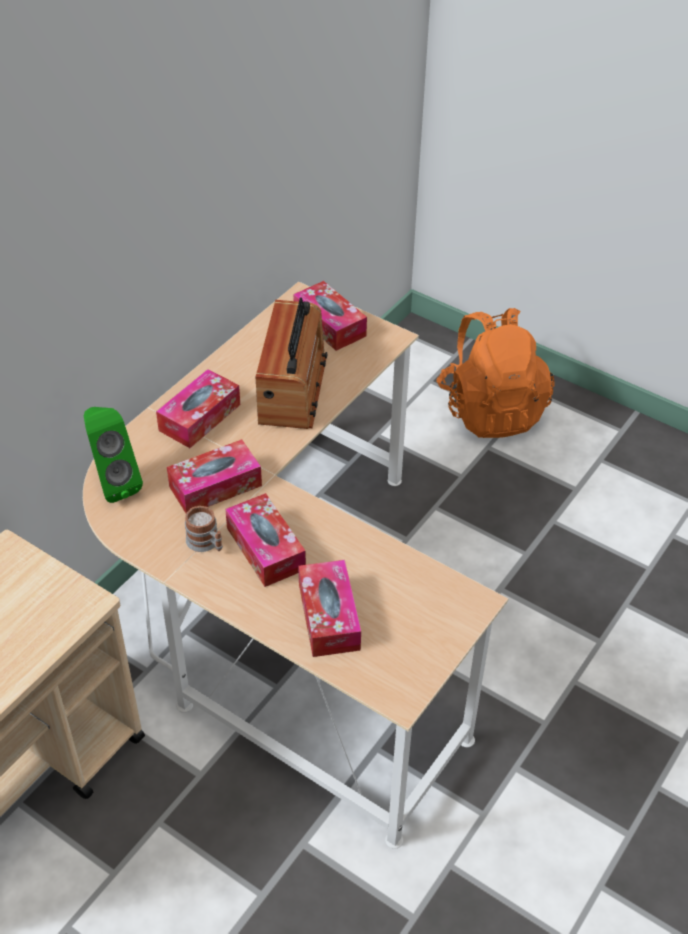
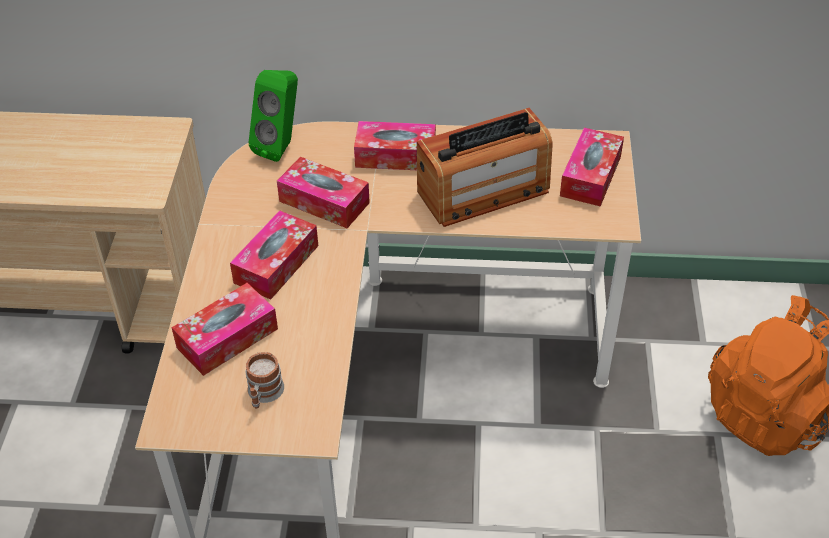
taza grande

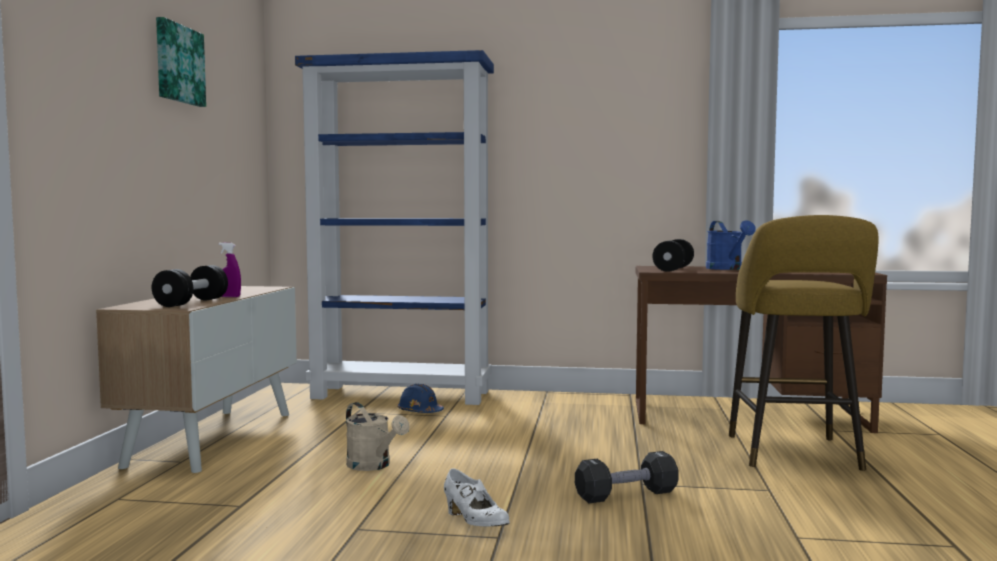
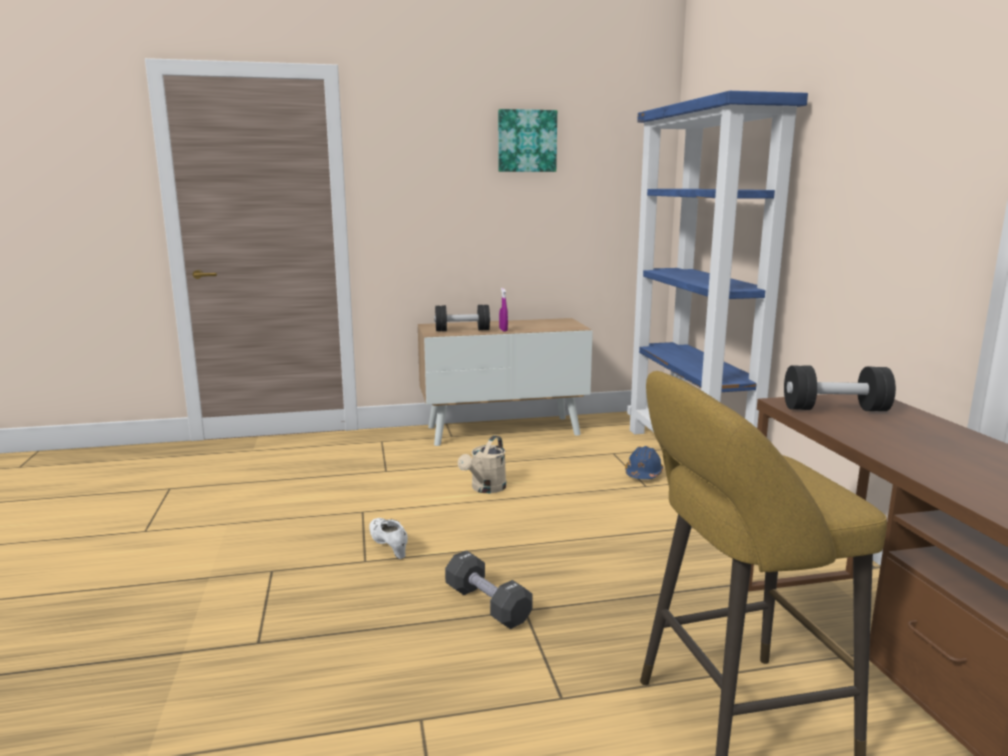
zapato/blanco; regadera/azul

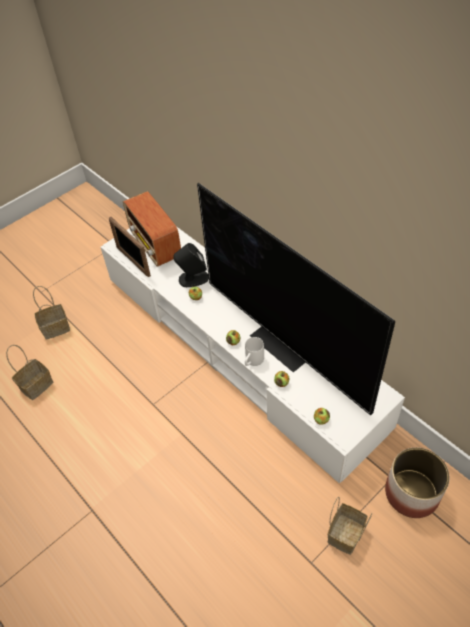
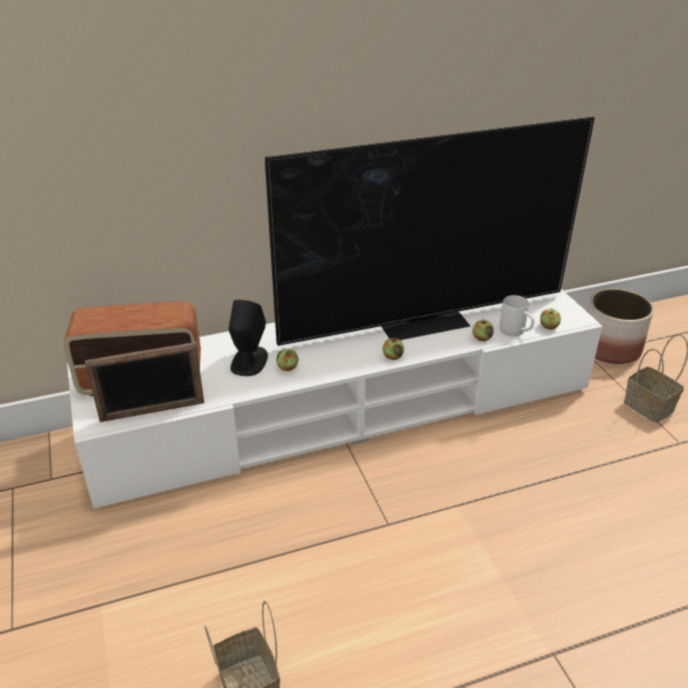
taza grande/blanco; cesta (2nd from left in the first image)

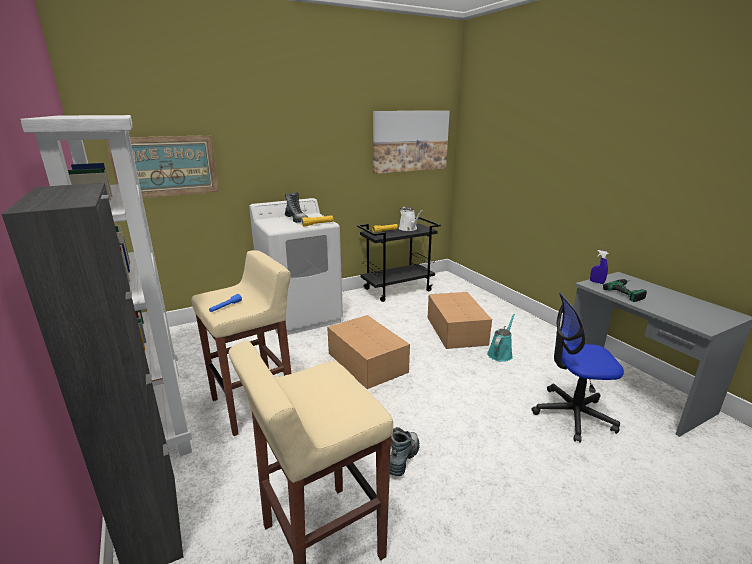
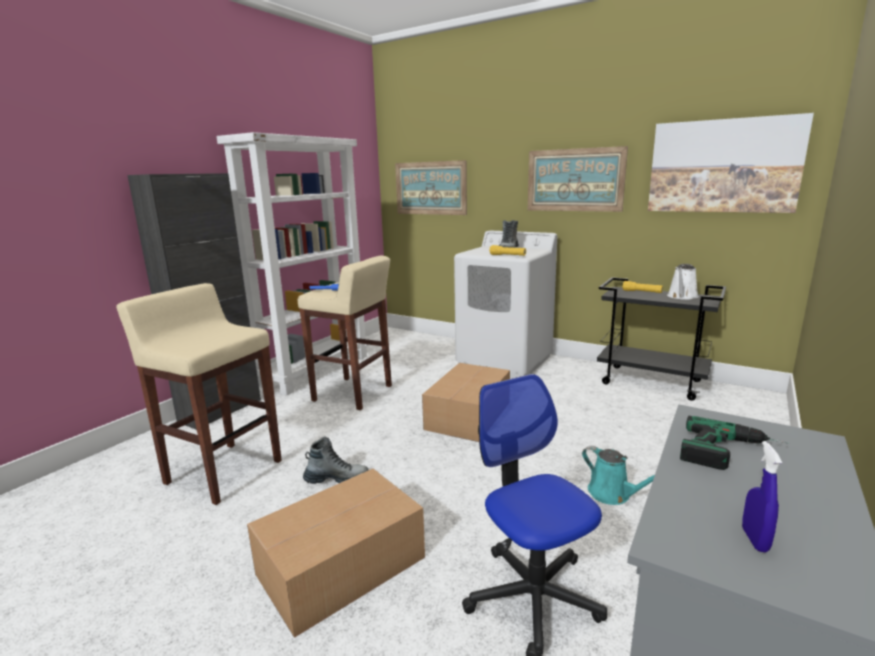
caja de cartón (1st from left); cuadro (2nd from left); regadera/turquesa; pulverizador/azul

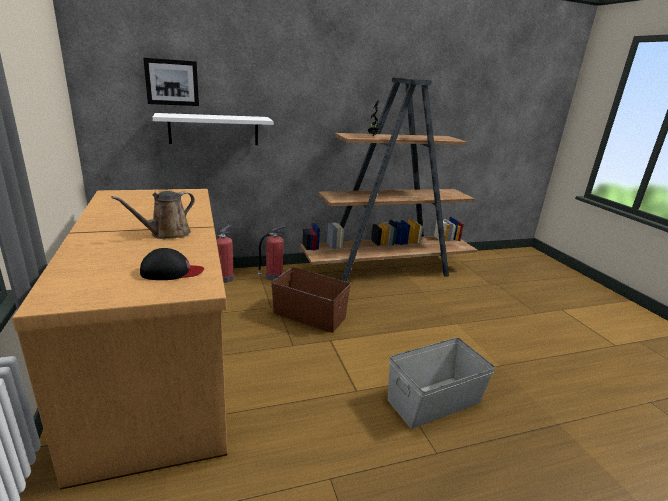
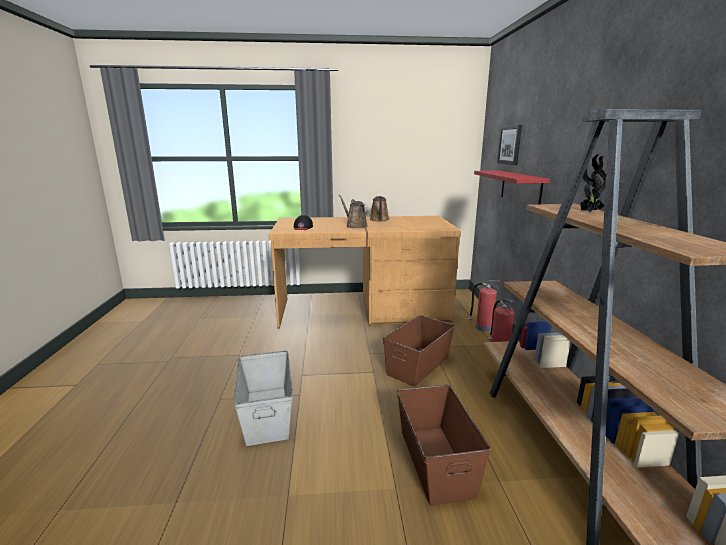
regadera/marrón (2nd from left); caja de almacenaje/marrón (2nd from left); estante/rojo

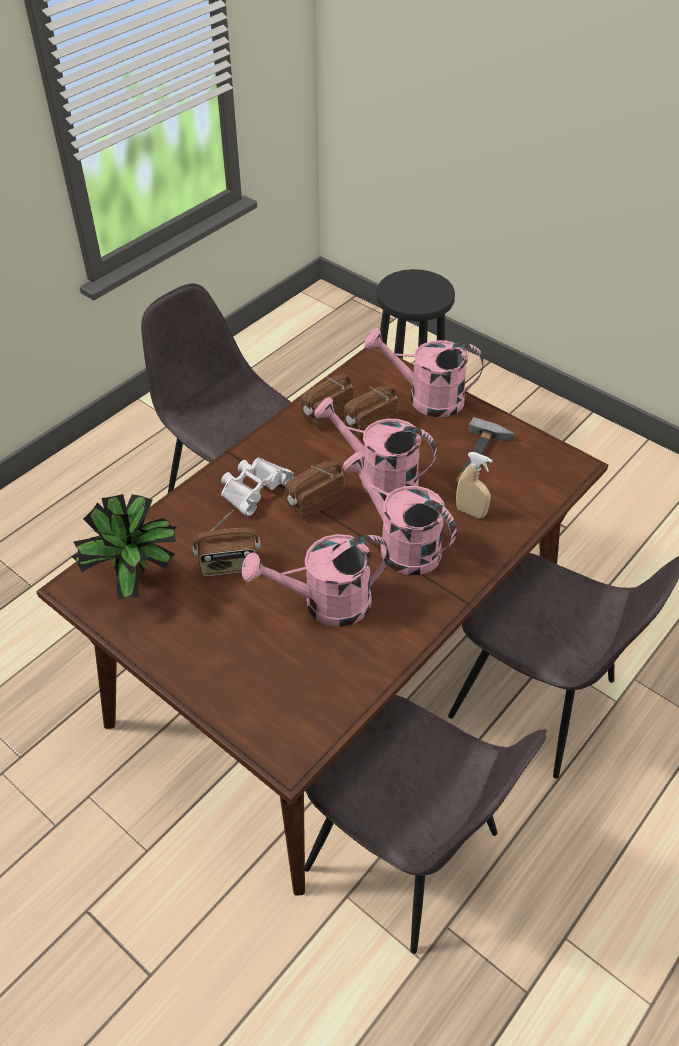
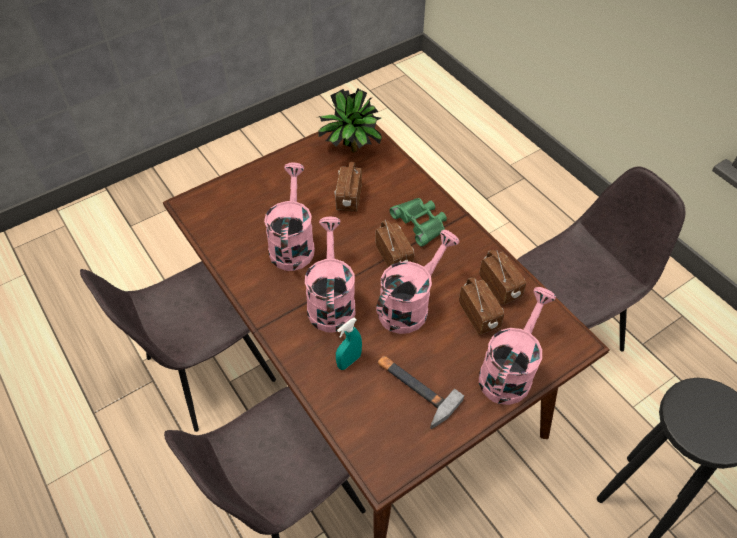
regadera/rosa (2nd from left); pulverizador/turquesa; prismáticos/verde

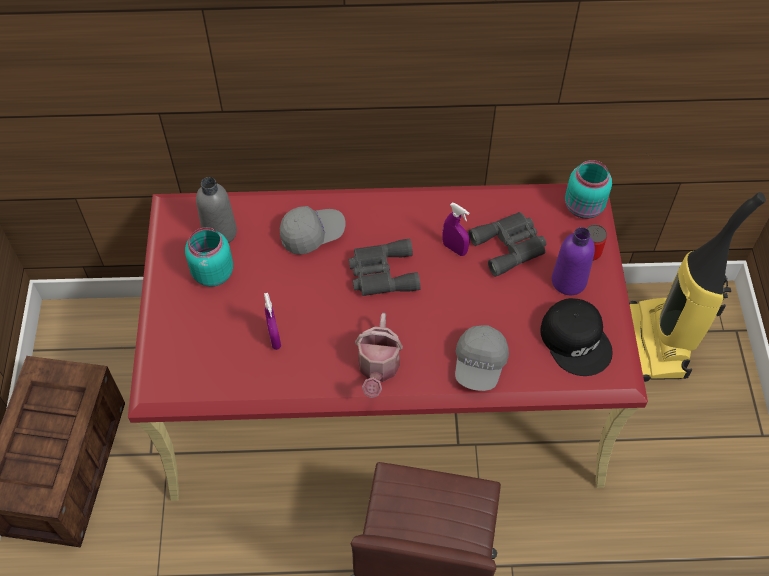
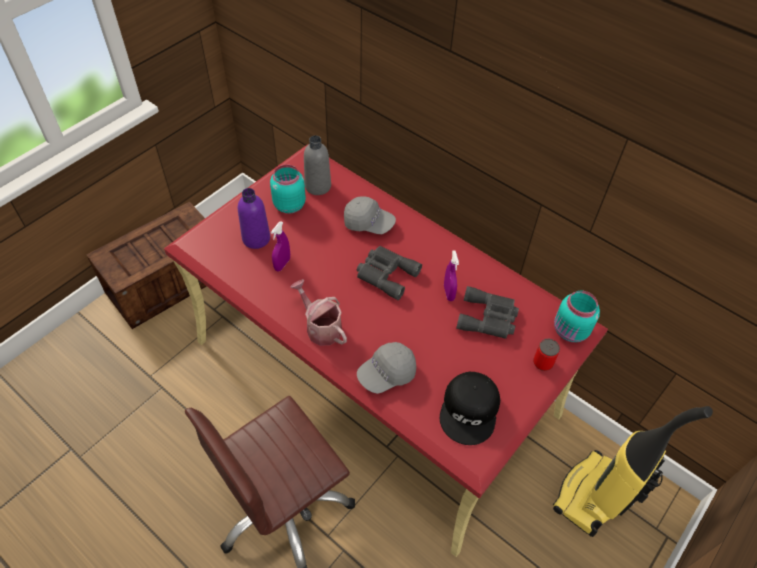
botella/morado; regadera

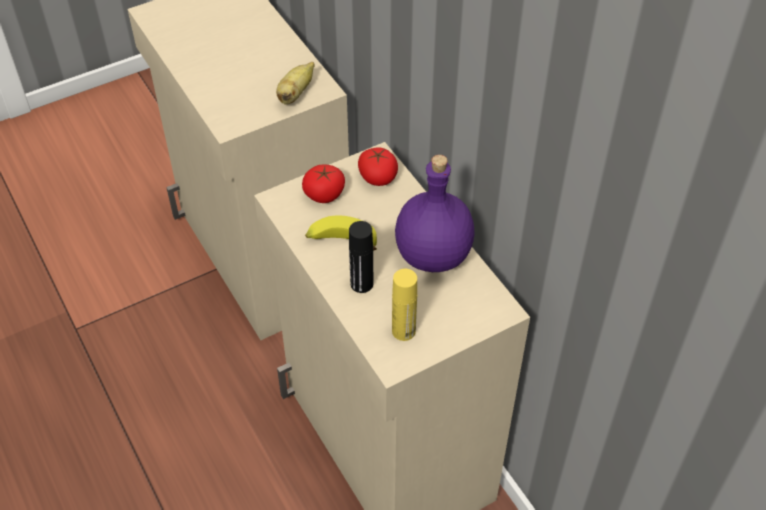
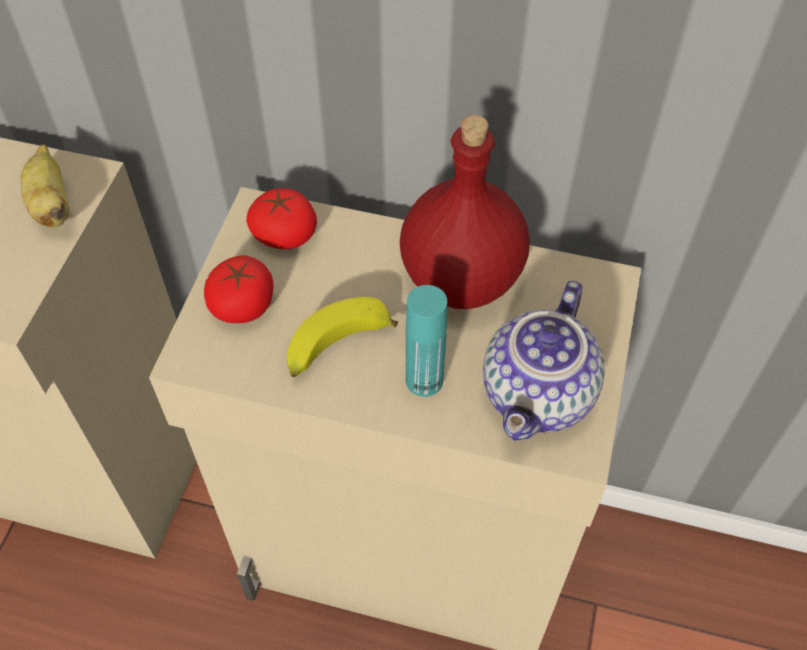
botella/rojo; botella/turquesa; tetera

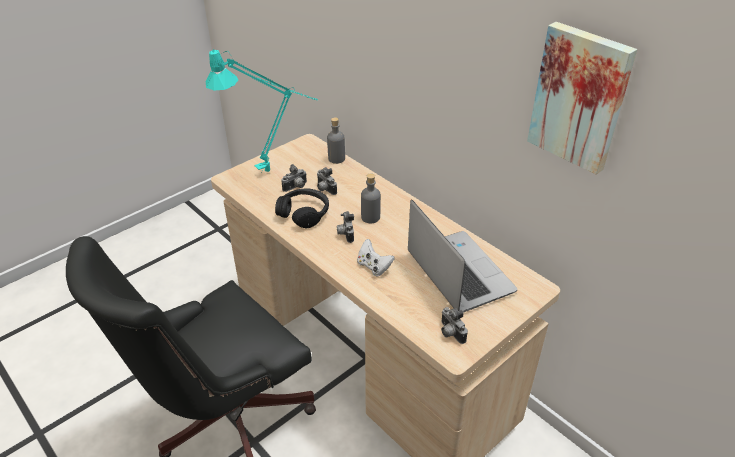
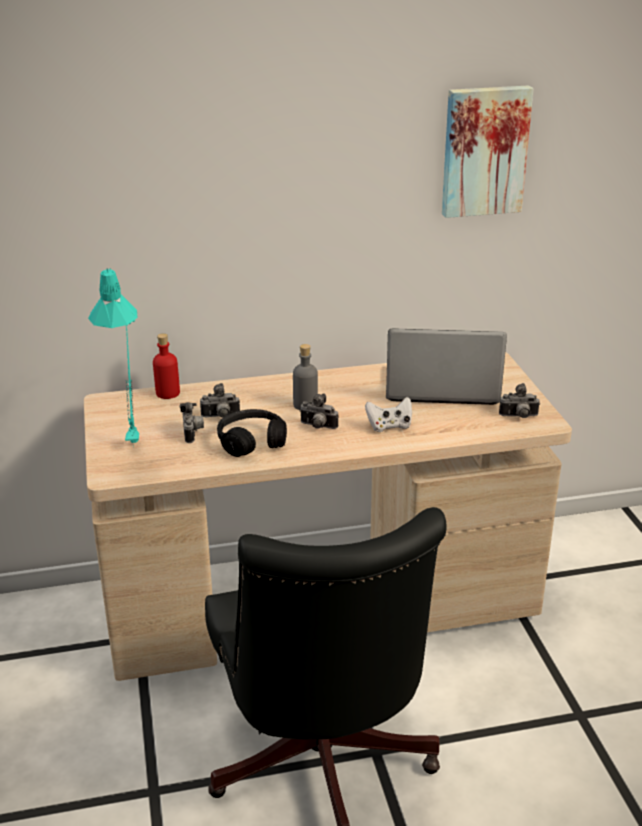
botella/rojo

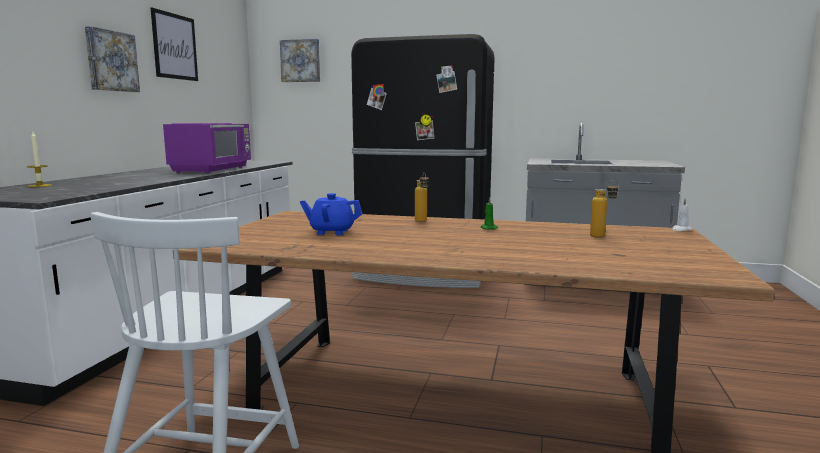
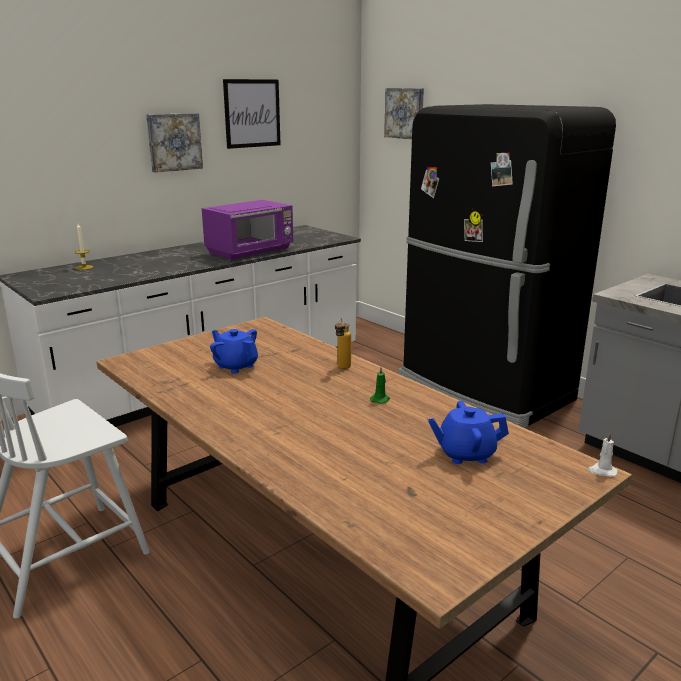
tetera/azul (2nd from left)

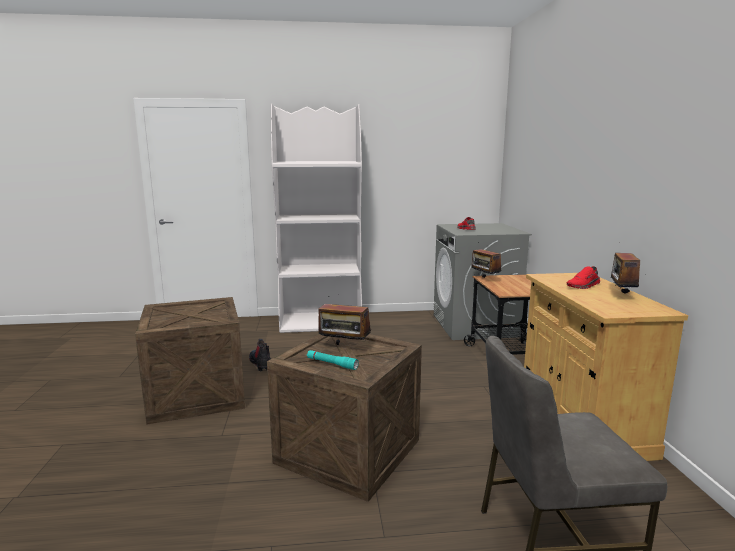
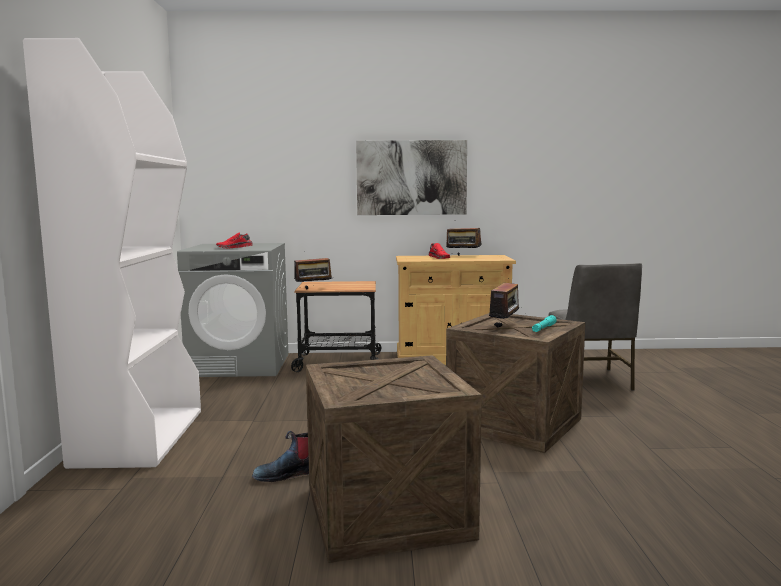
cuadro

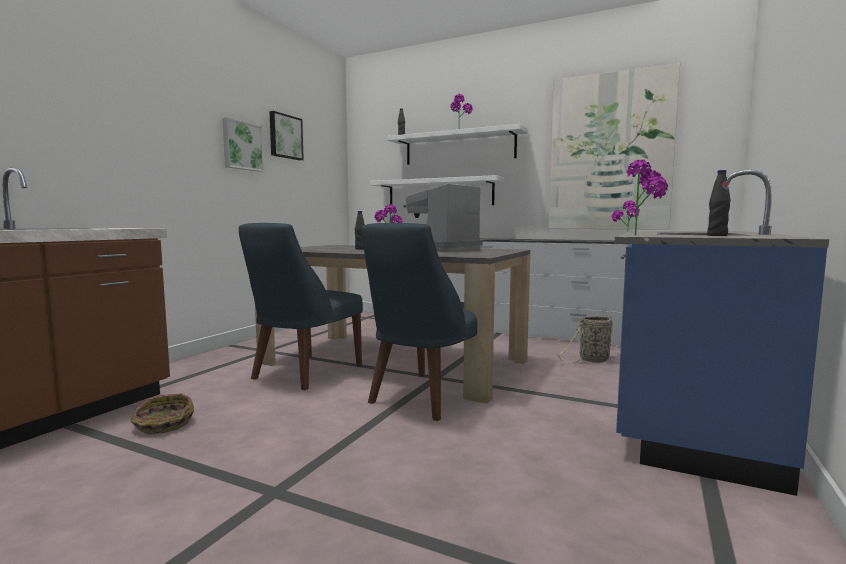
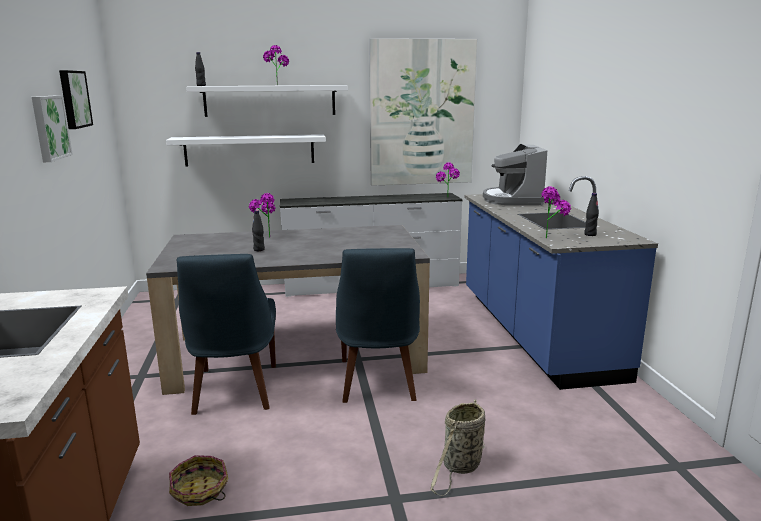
cesta (2nd from left); cafetera

